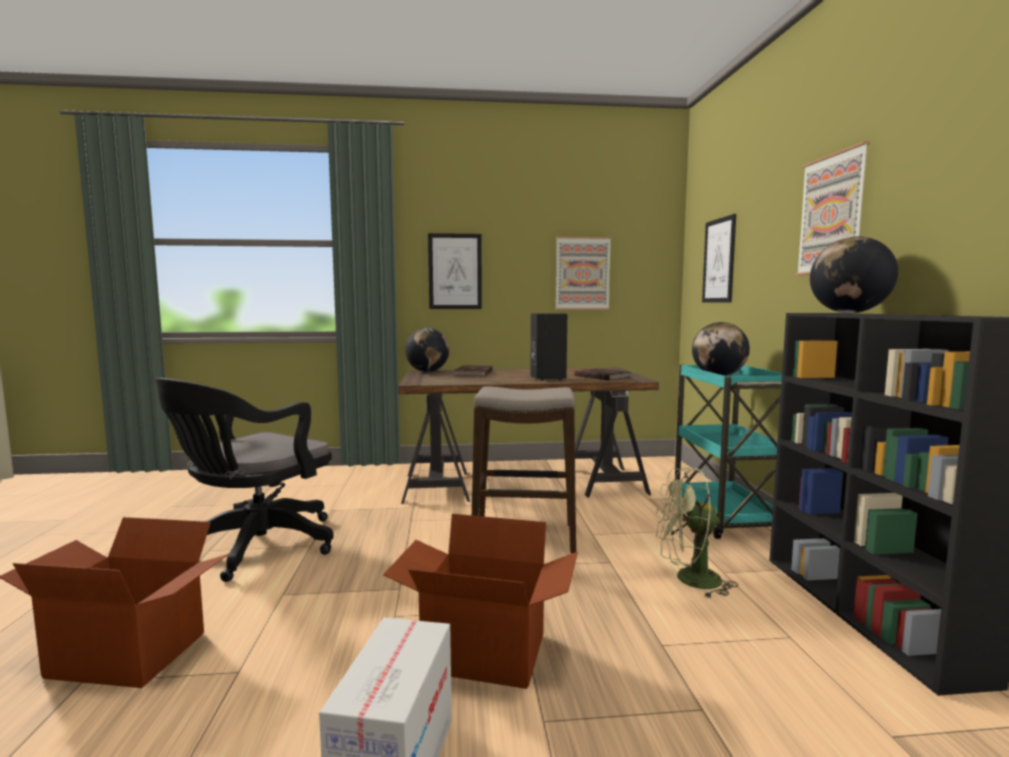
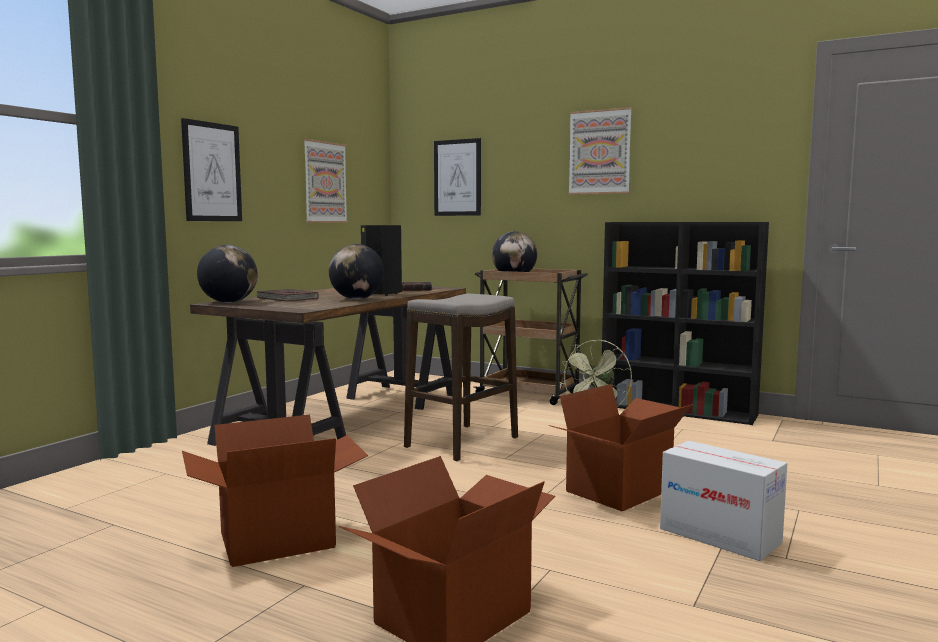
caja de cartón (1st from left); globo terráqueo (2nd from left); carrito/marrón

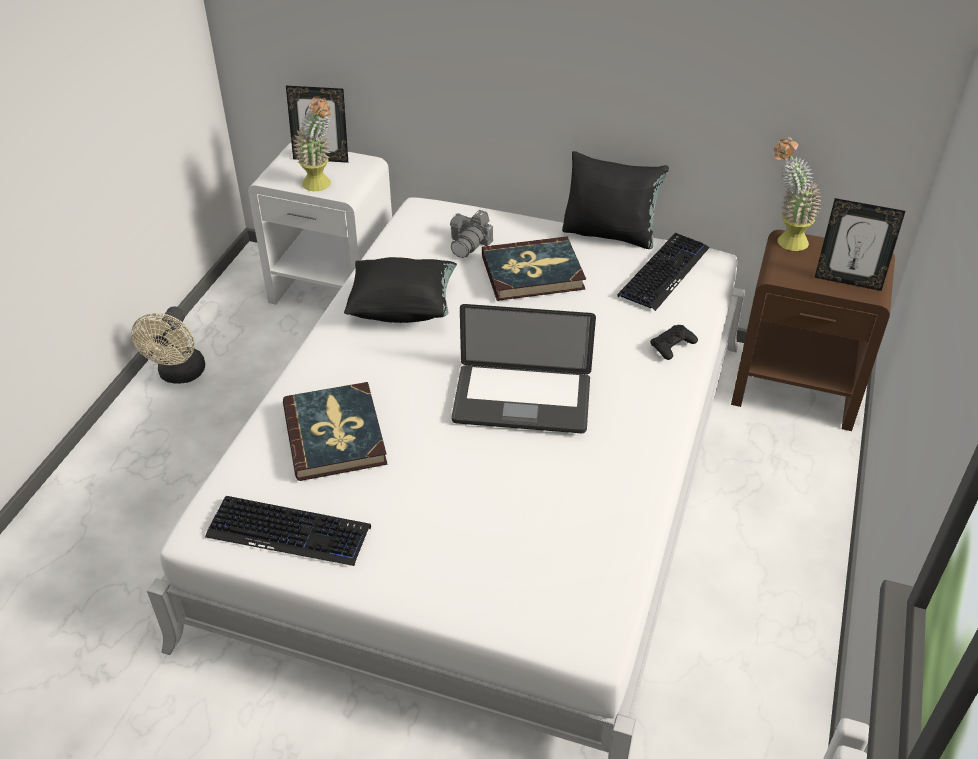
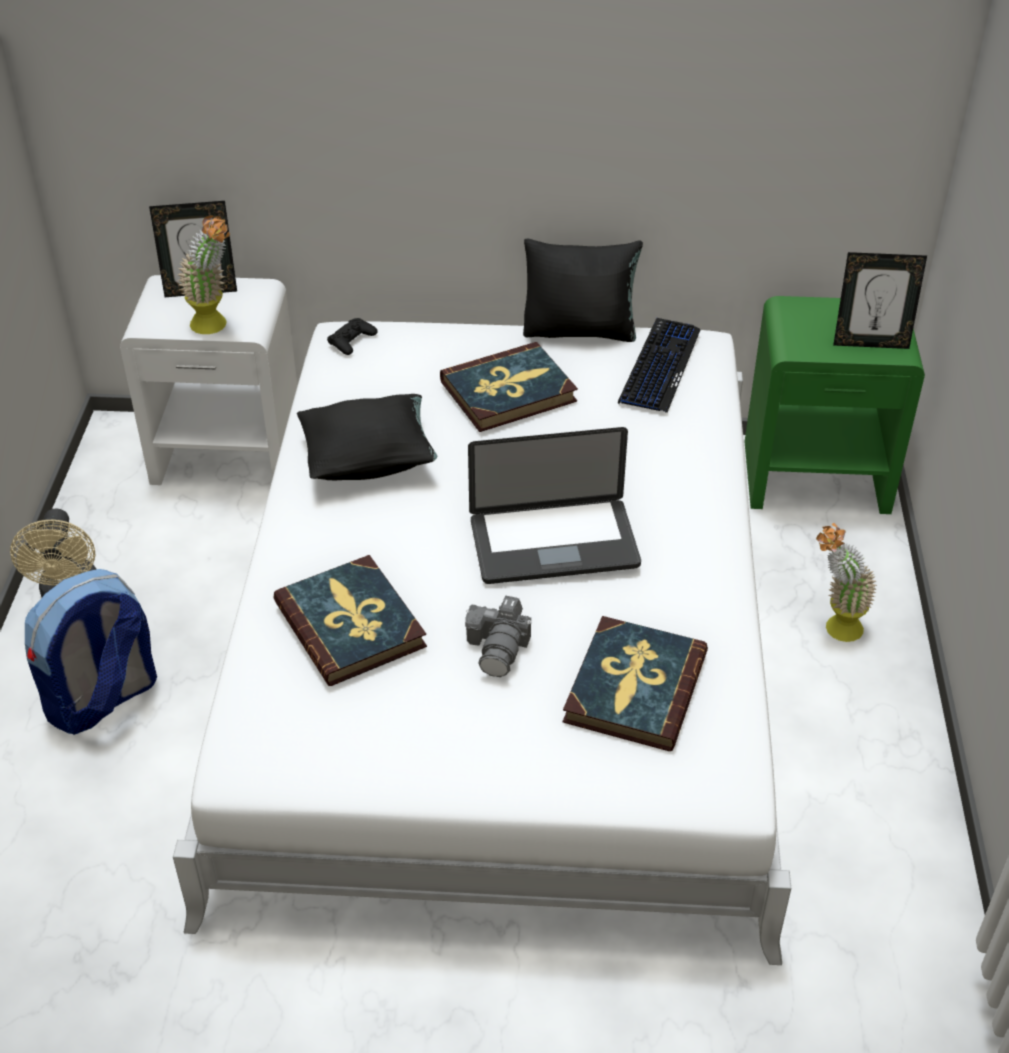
mochila; mando de consola/negro; cámara; libro (3rd from left); mesita de noche/verde; planta en maceta (2nd from left); teclado (1st from left in the first image)

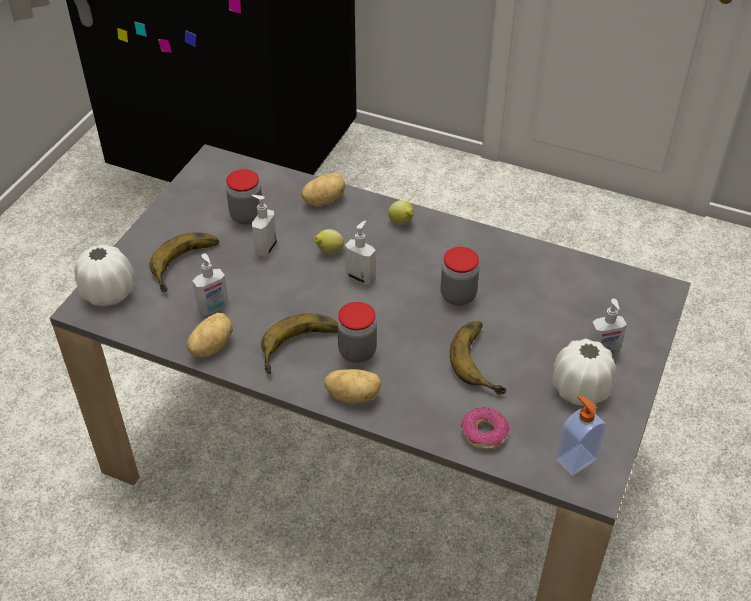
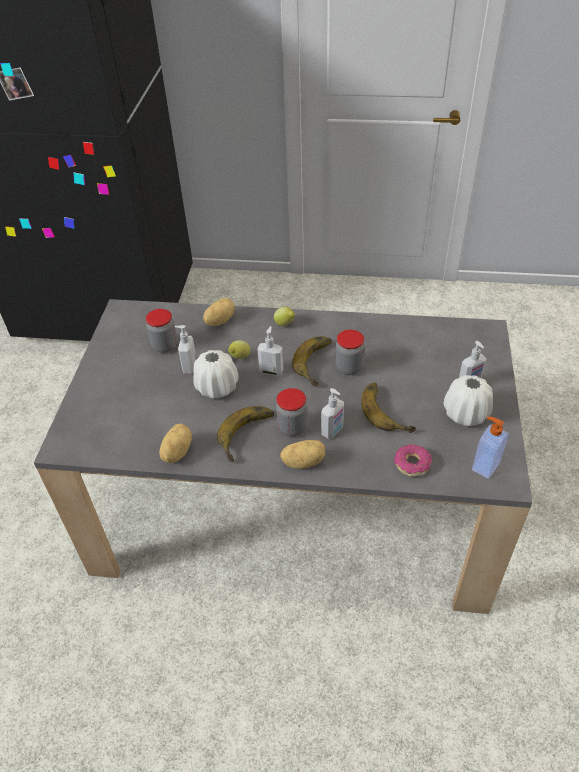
florero/blanco (1st from left); plátano (2nd from left); dispensador de jabón (3rd from left)

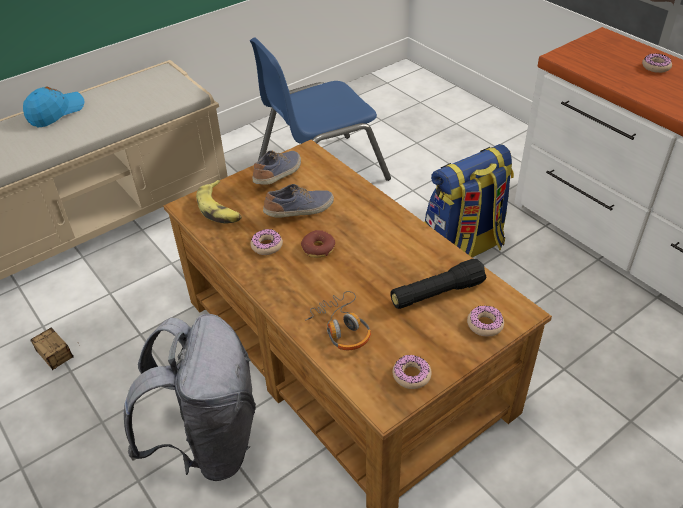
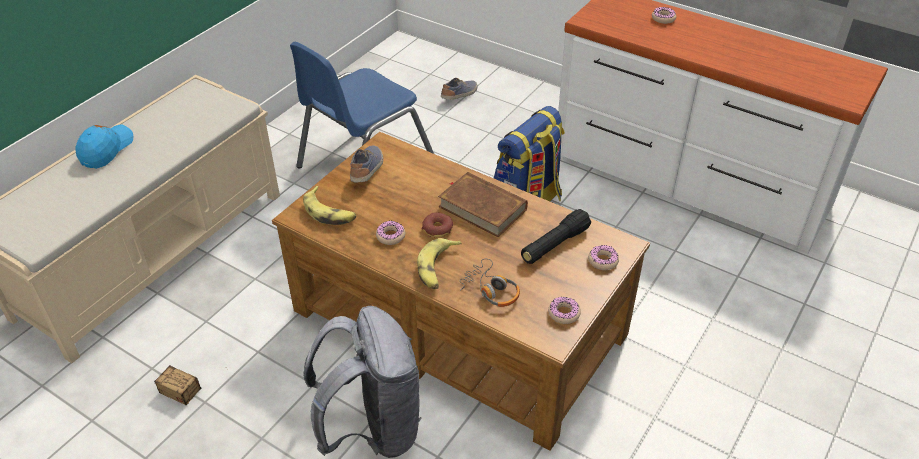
plátano (2nd from left); libro/marrón; zapato (2nd from left)

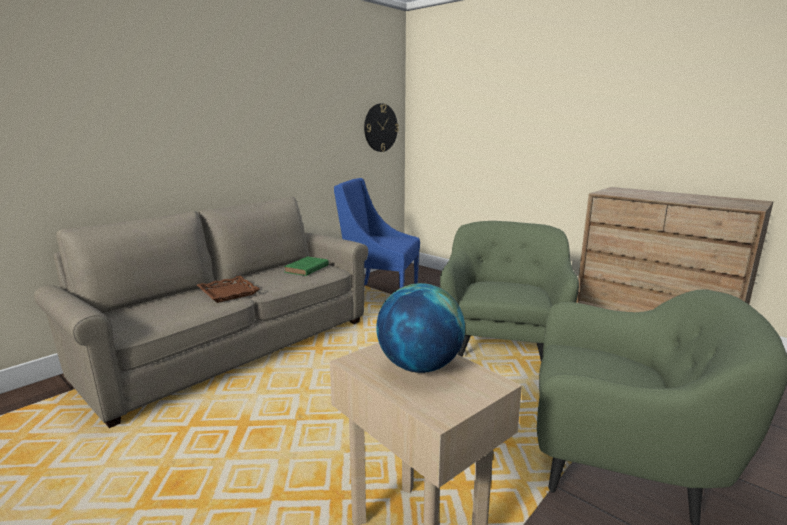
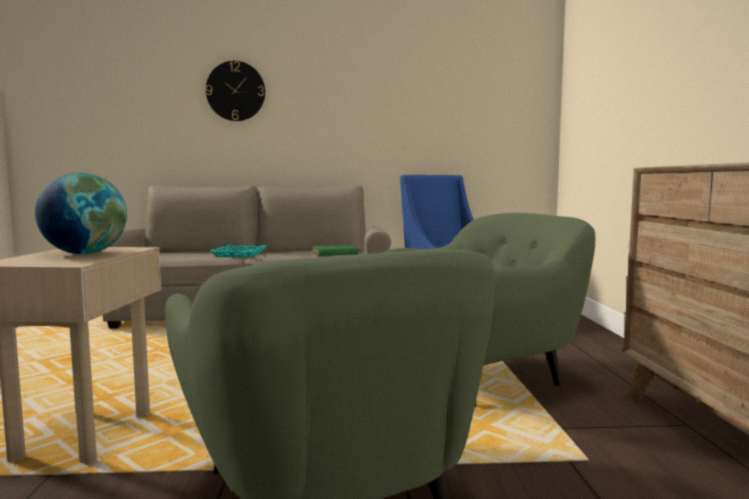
reloj de pared; bandeja/turquesa

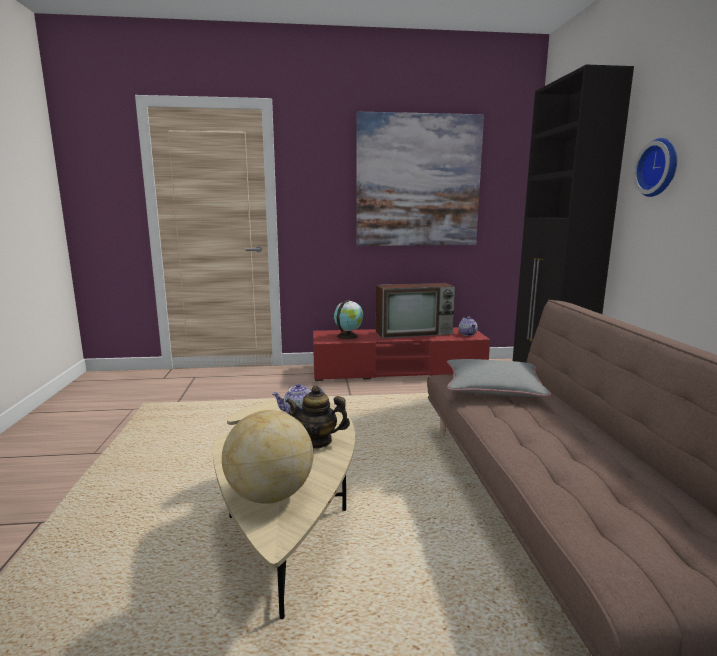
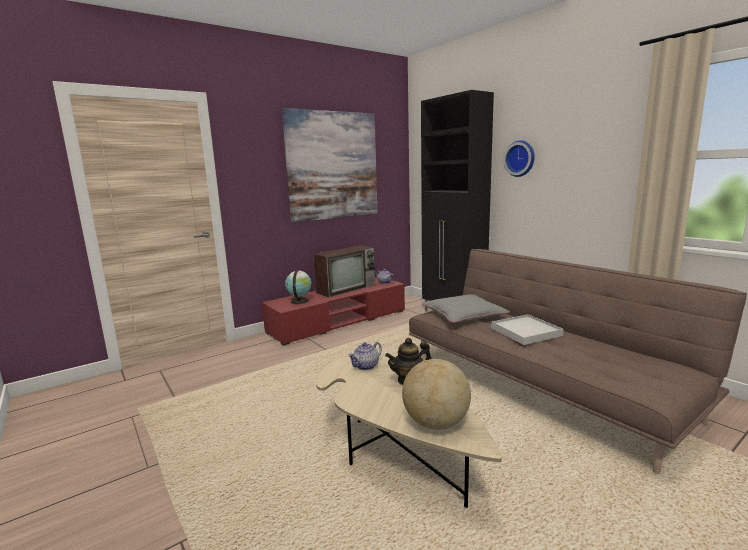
bandeja/blanco

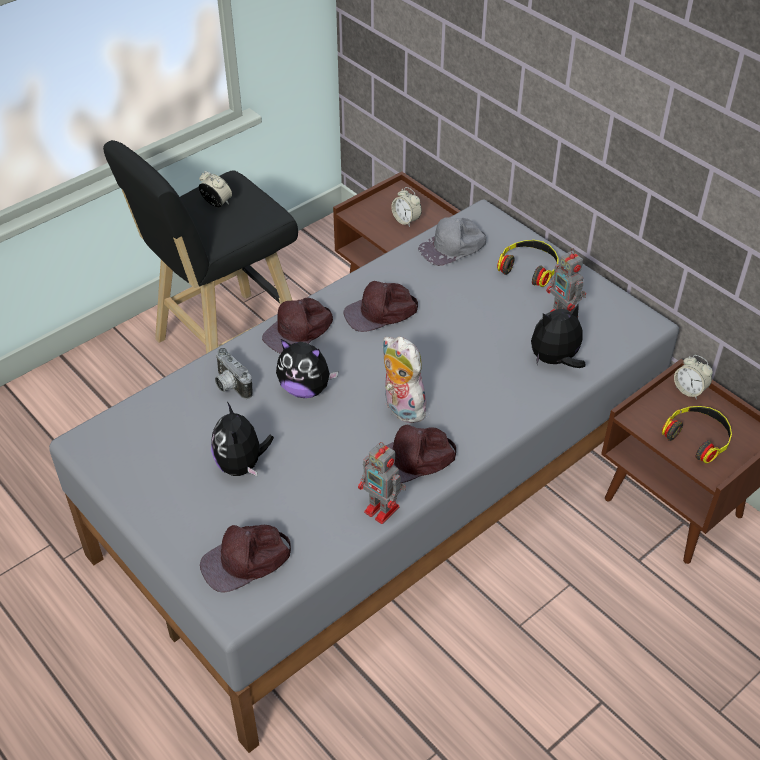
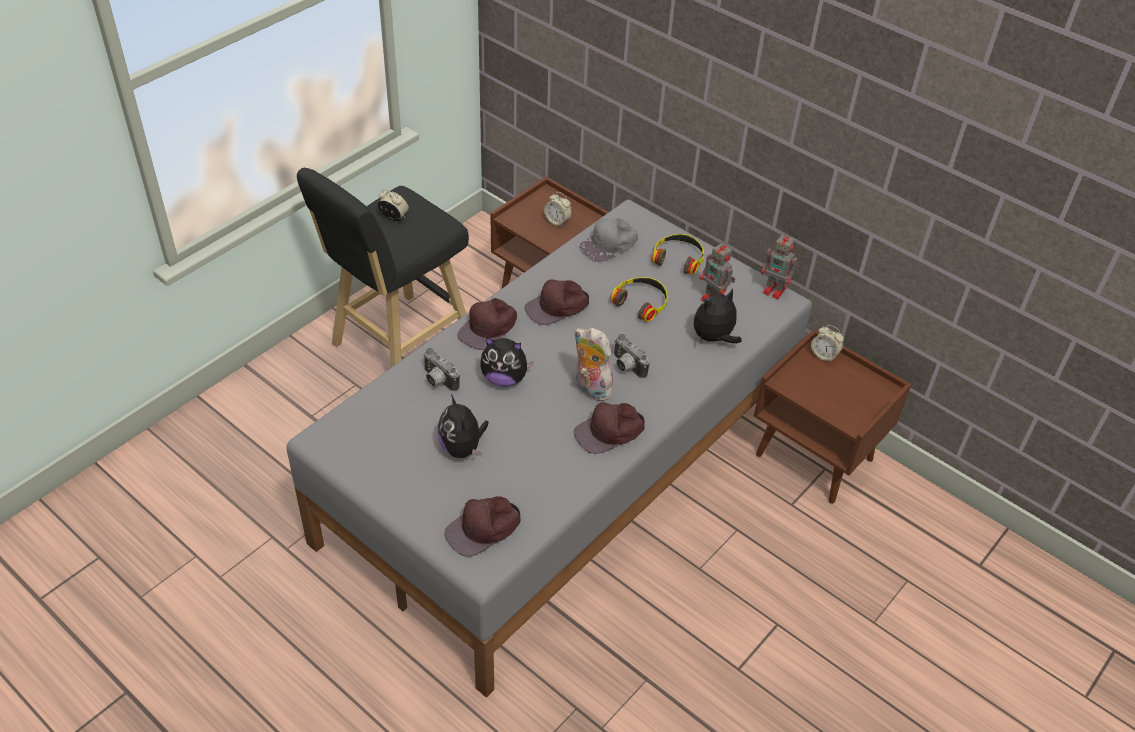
auriculares (1st from left); cámara (2nd from left); robot de juguete (2nd from left)

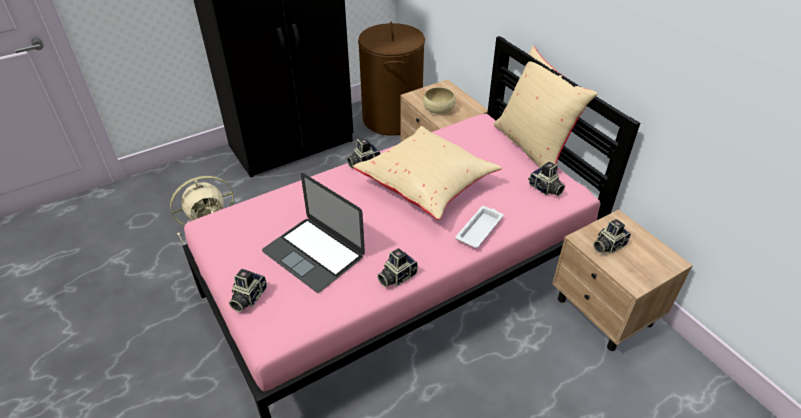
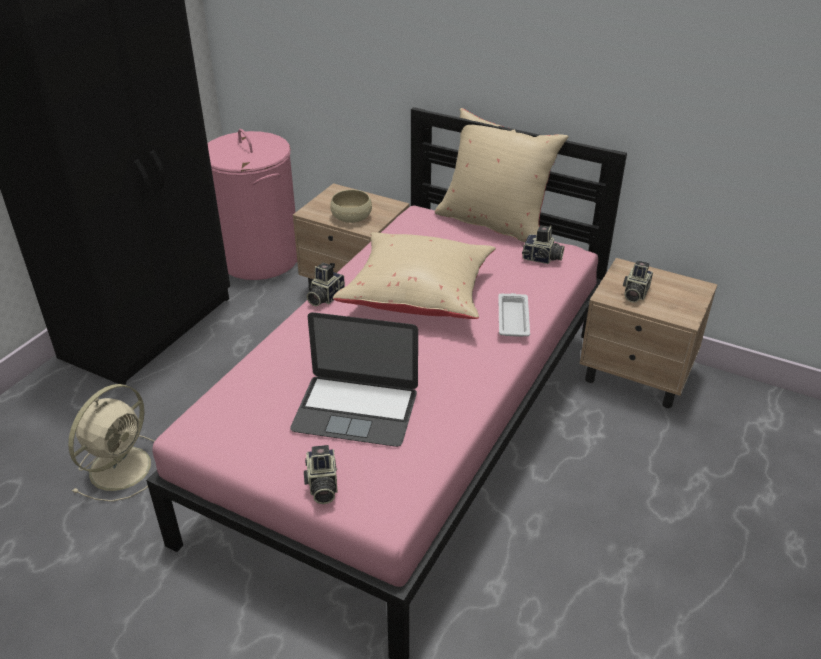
cesto de la ropa/rosa; cámara (3rd from left in the first image)

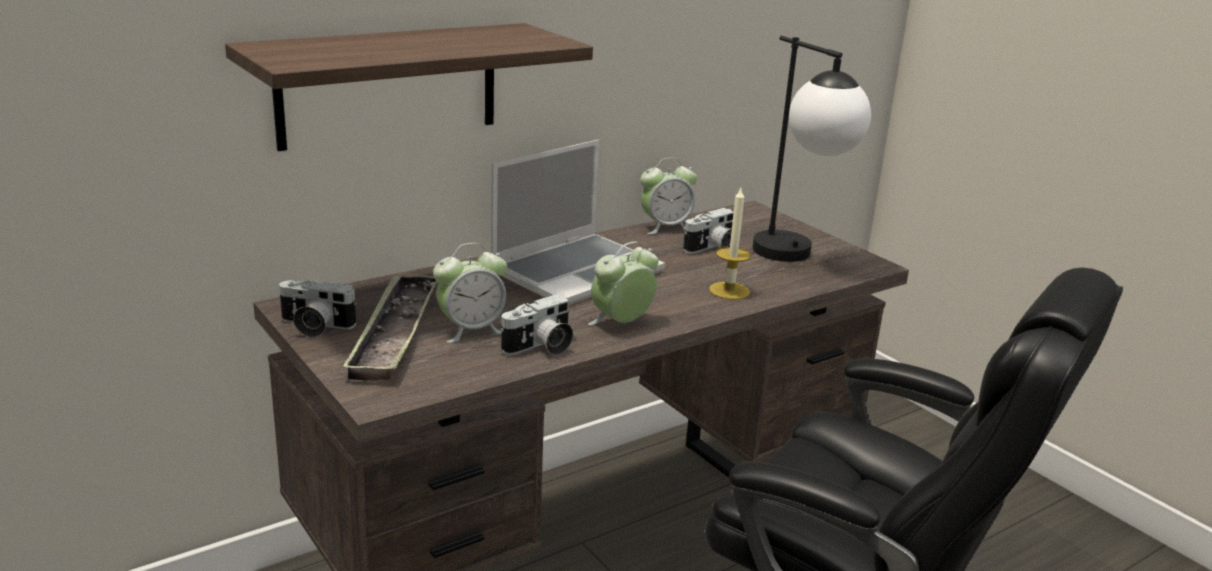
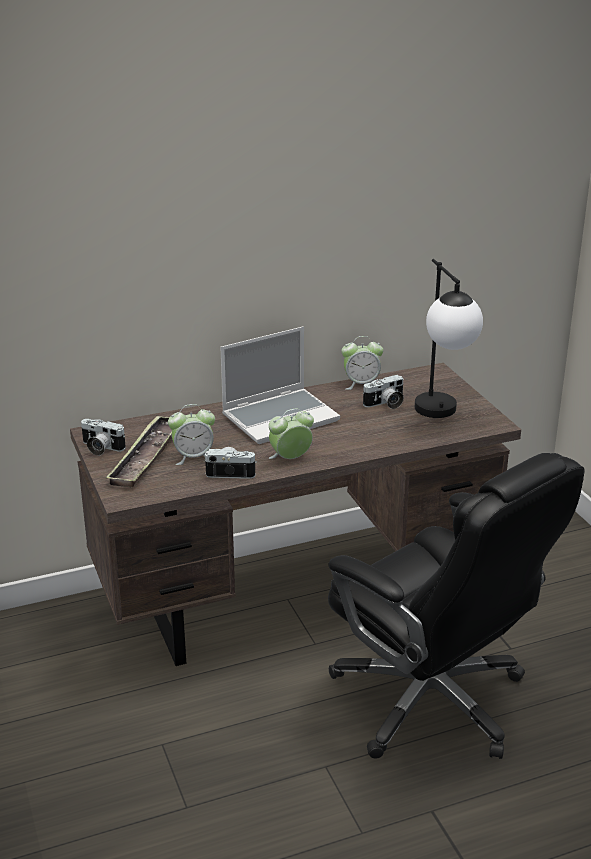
cámara (2nd from left); estante; vela

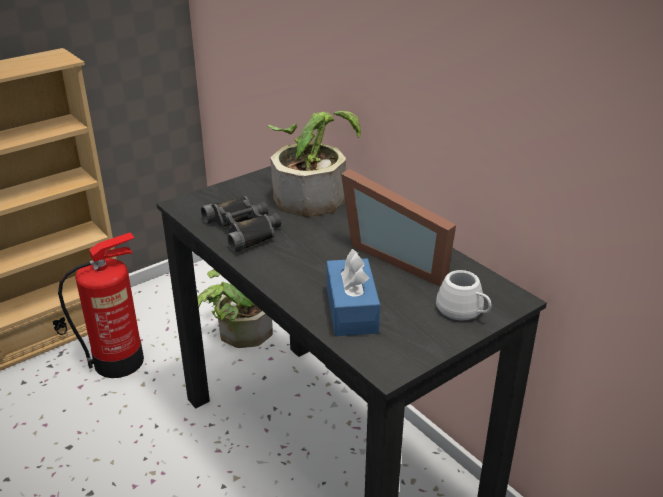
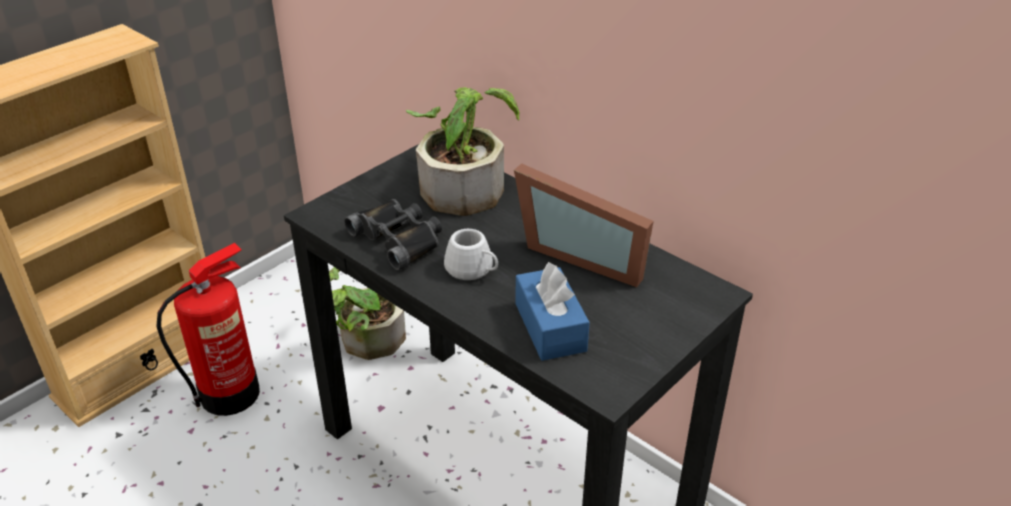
taza grande/blanco

